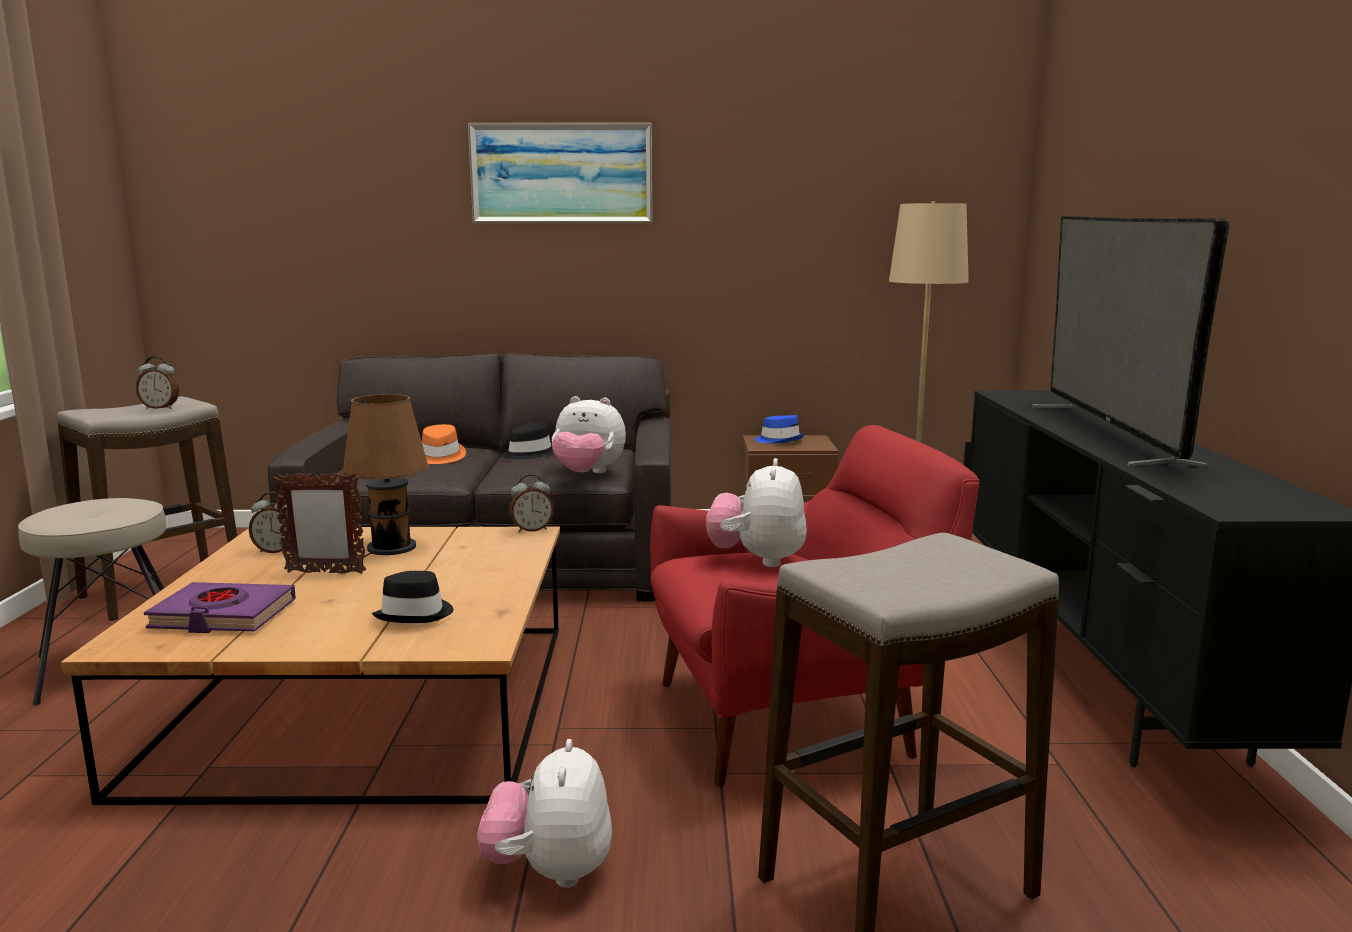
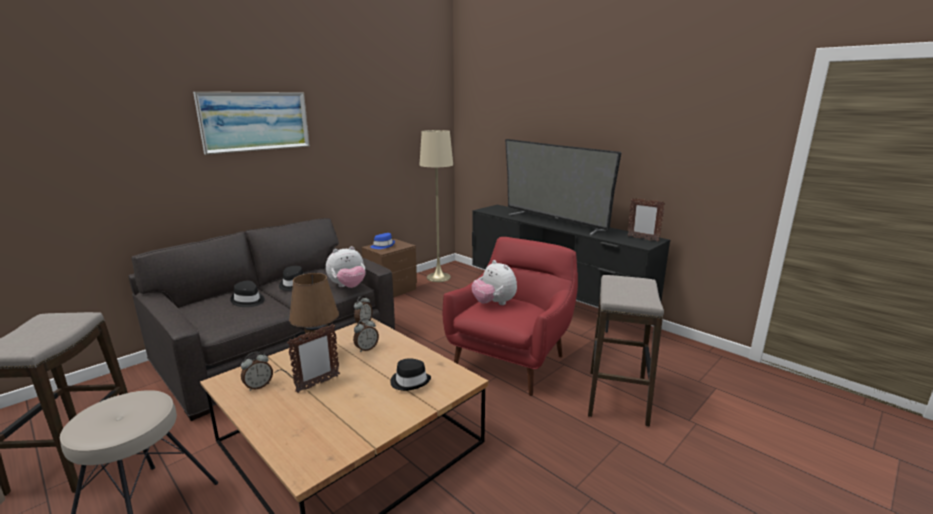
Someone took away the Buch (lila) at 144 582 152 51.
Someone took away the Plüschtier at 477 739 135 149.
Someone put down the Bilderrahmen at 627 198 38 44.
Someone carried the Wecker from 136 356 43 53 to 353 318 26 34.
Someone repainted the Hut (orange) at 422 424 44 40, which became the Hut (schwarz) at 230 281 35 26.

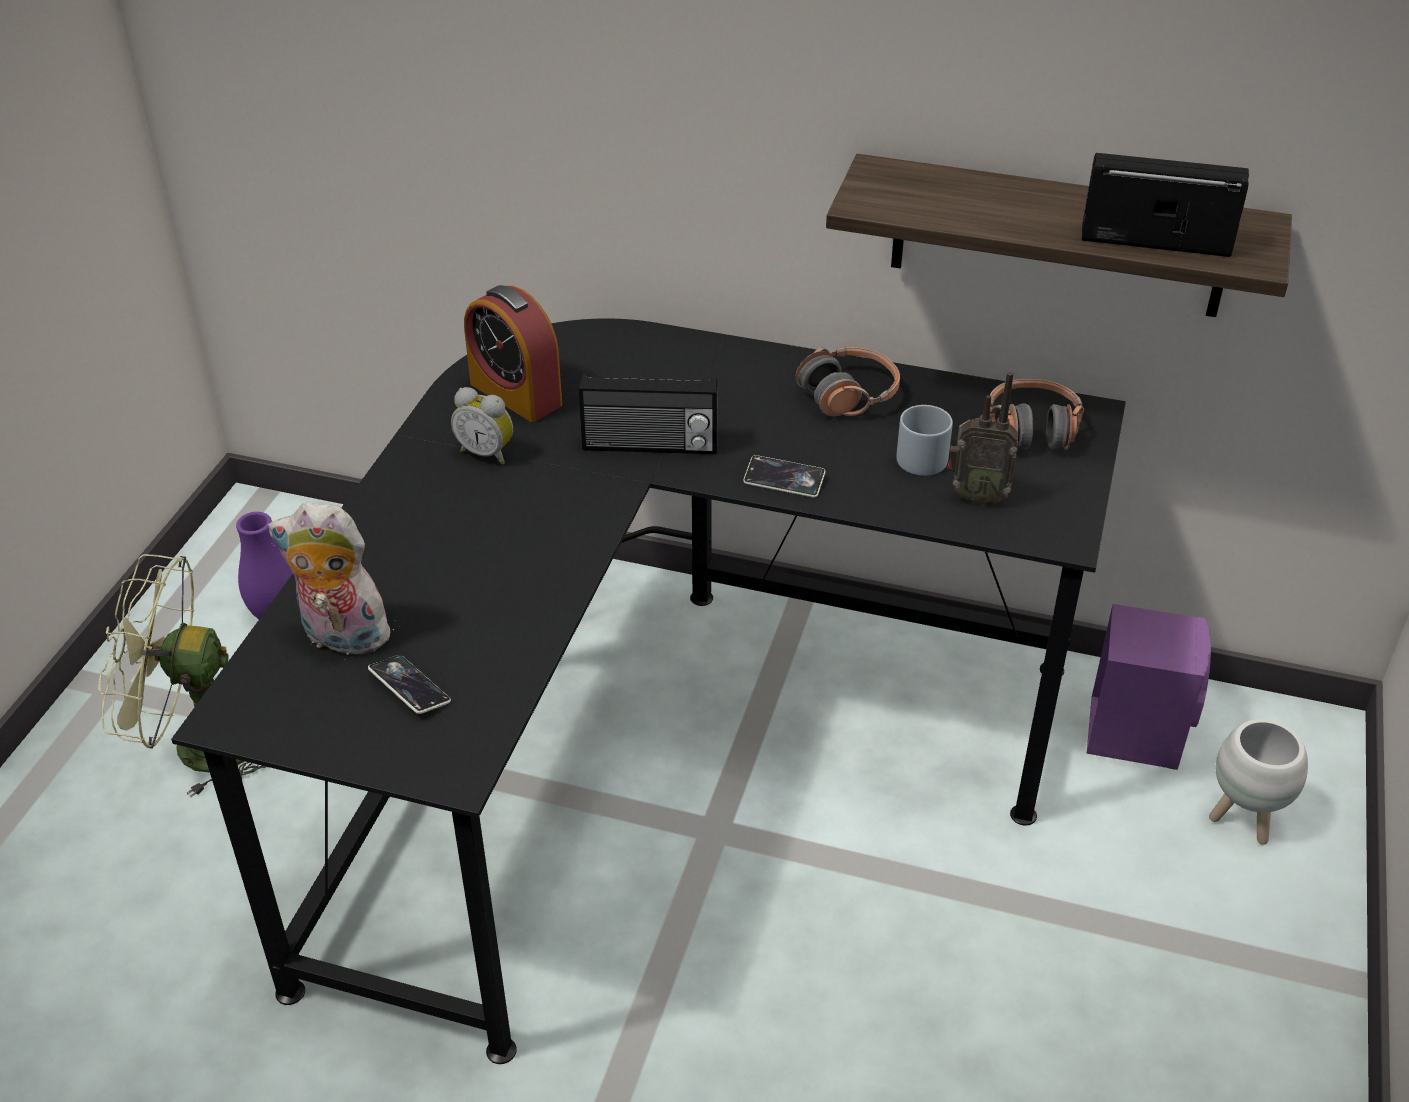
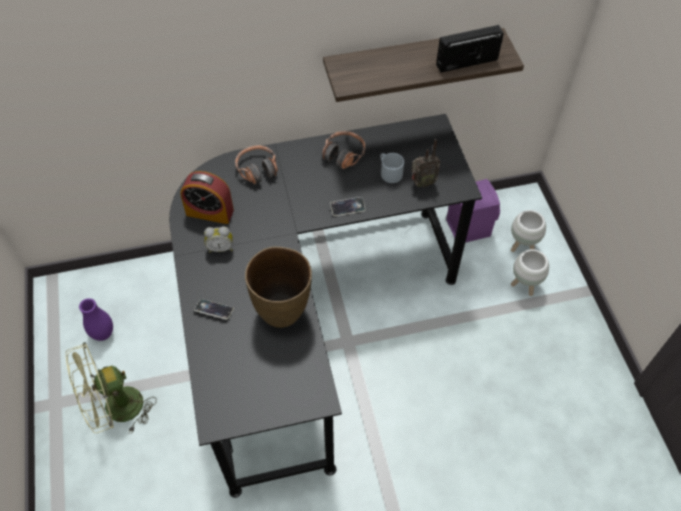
Someone took away the Plüschtier at 268 502 126 158.
Someone took away the Radio at 579 374 138 80.
Someone put down the Vase (braun) at 245 246 67 82.
Someone put down the Pflanzkübel (weiß) at 511 249 38 47.
Someone carried the Handy from 368 655 83 59 to 194 299 40 21.
Someone carried the Kopfhörer from 990 379 94 71 to 235 146 43 39.

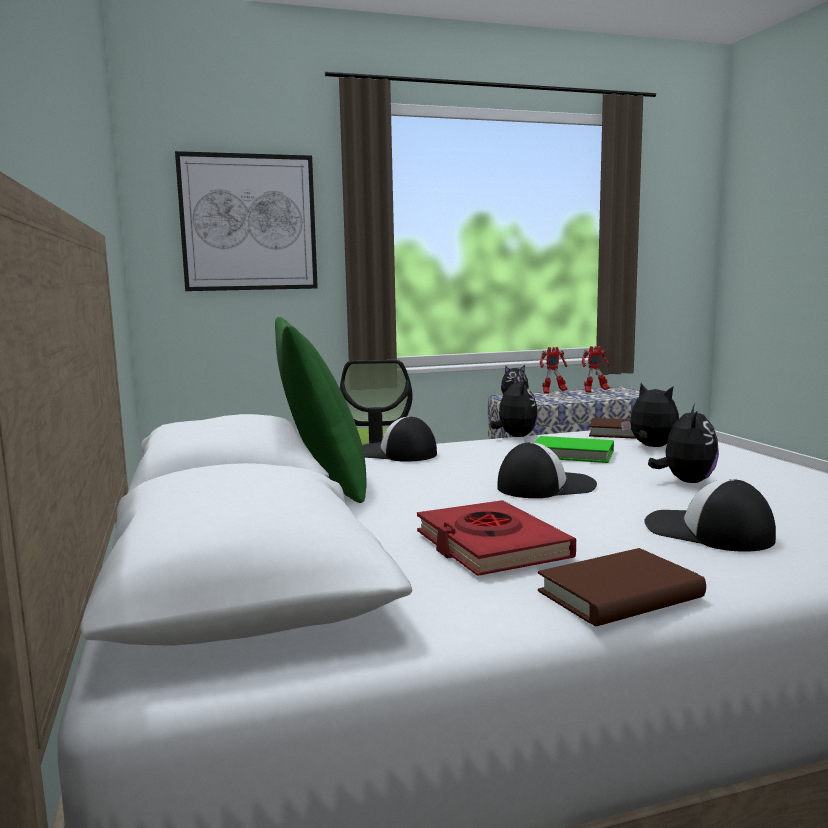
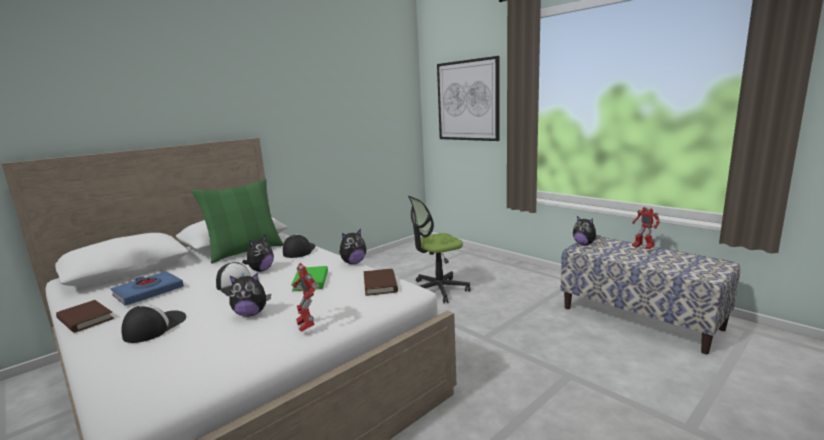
Someone carried the Spielzeugroboter from 581 346 29 47 to 292 263 25 69.
Someone carried the Plüschtier from 621 383 58 64 to 242 234 32 38.
Someone repainted the Buch (rot) at 417 500 159 76, which became the Buch (blau) at 110 271 74 35.

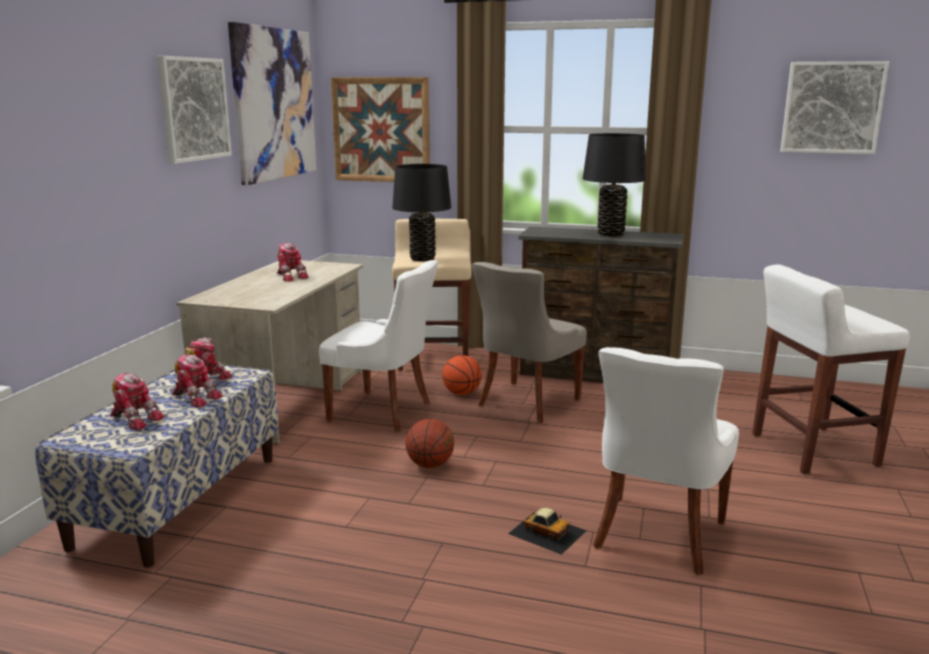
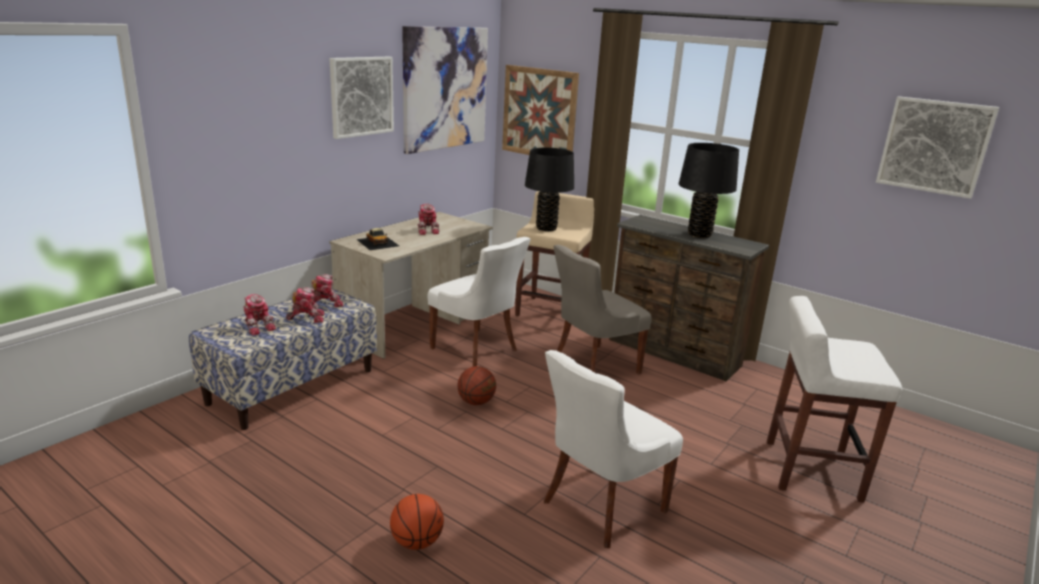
Someone carried the Basketball from 442 355 40 40 to 390 494 54 56.
Someone carried the Spielzeugauto from 508 508 79 47 to 356 228 43 22.
Someone rotated the Spielzeugroboter at 172 354 51 54 by 60 degrees counterclockwise.

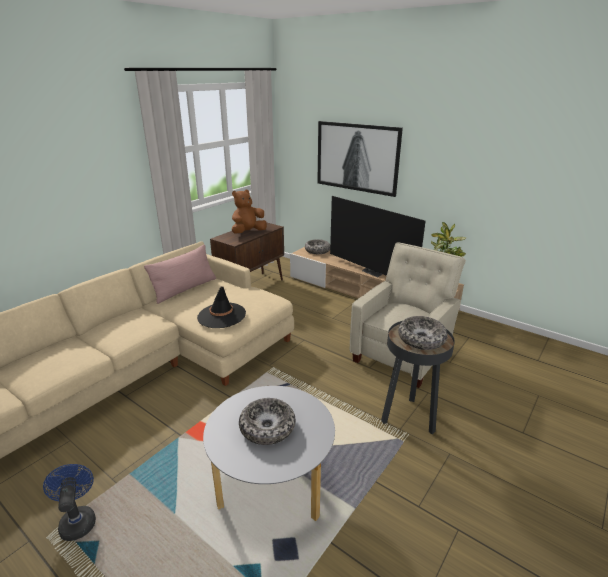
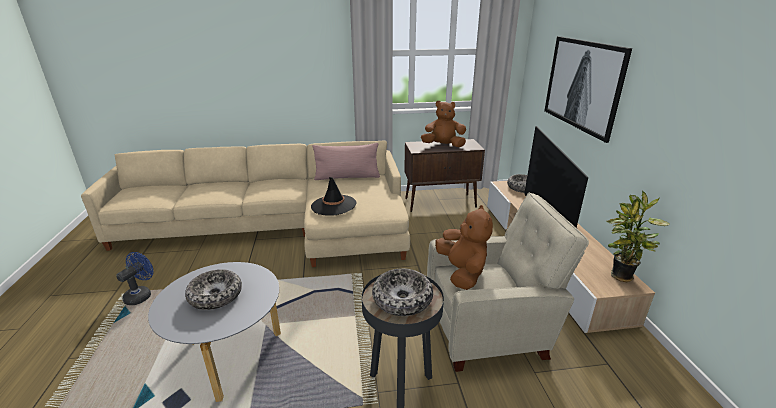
Someone put down the Plüschtier (braun) at 435 205 58 85.

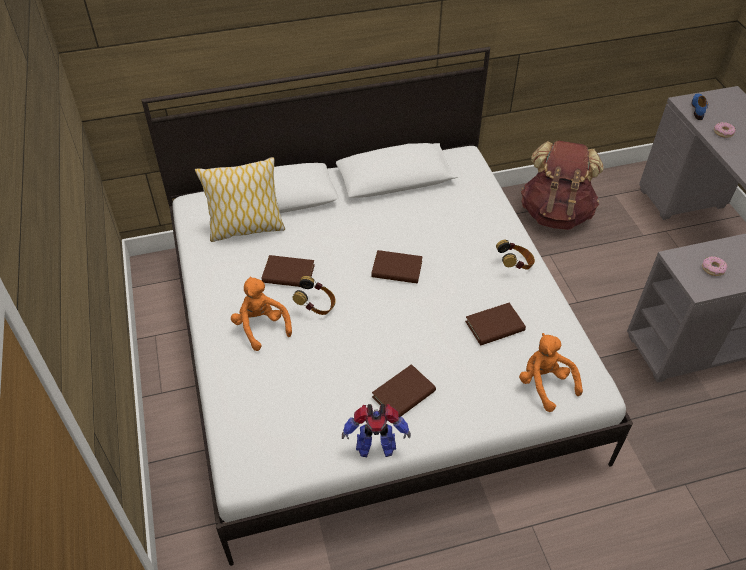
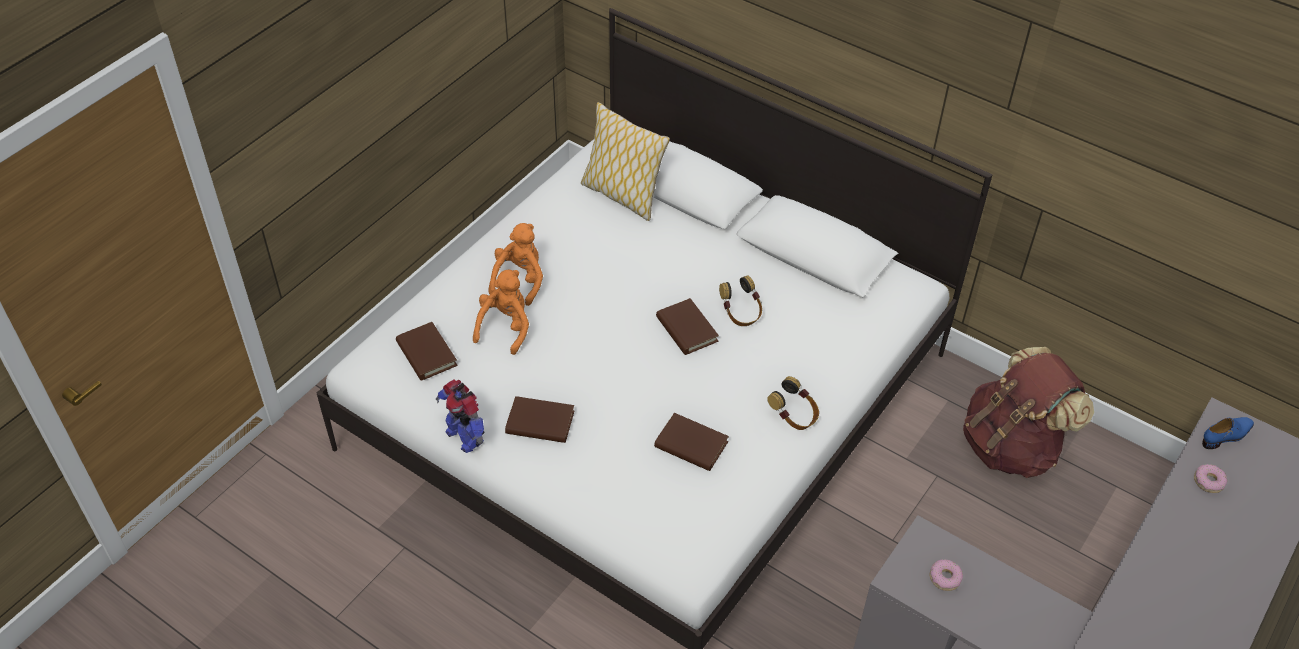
Someone carried the Buch (braun) from 262 255 53 32 to 396 322 62 59.
Someone carried the Kopfhörer from 293 276 43 39 to 719 275 43 51.
Someone carried the Plüschtier (orange) from 519 333 64 79 to 473 270 56 85.

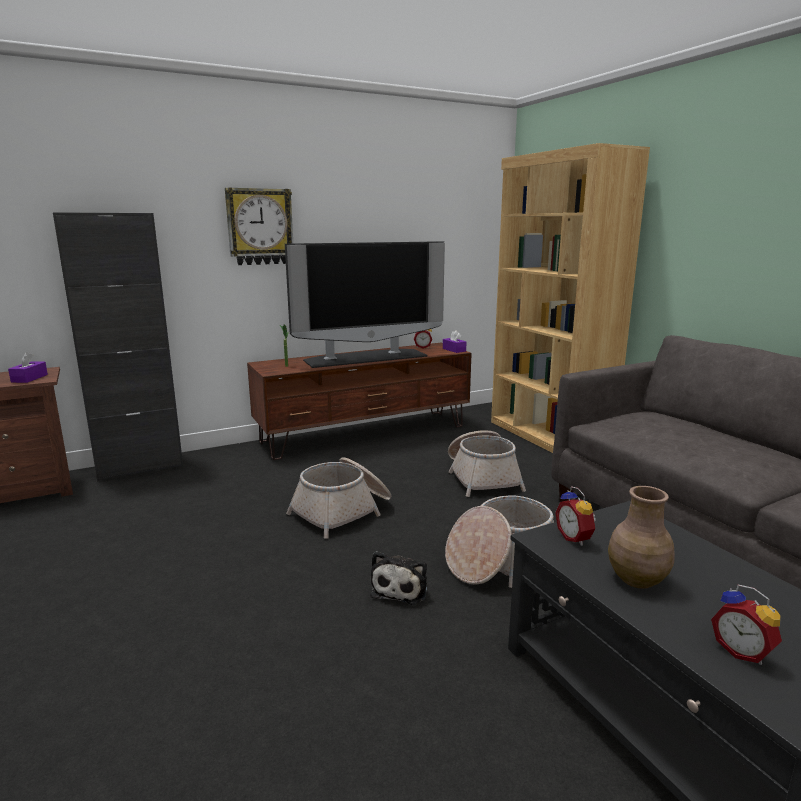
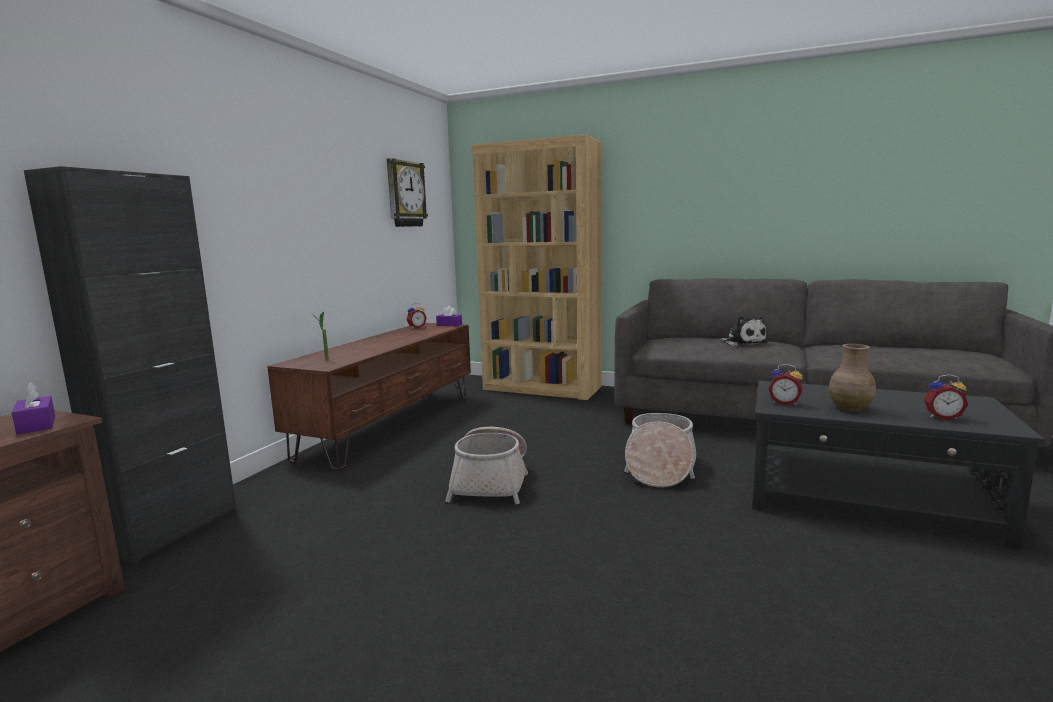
Someone took away the Fernseher at 285 241 160 127.
Someone took away the Korb at 448 430 78 67.
Someone carried the Wanduhr from 225 187 68 78 to 387 158 41 69.
Someone carried the Plüschtier from 370 551 57 54 to 720 316 47 31.

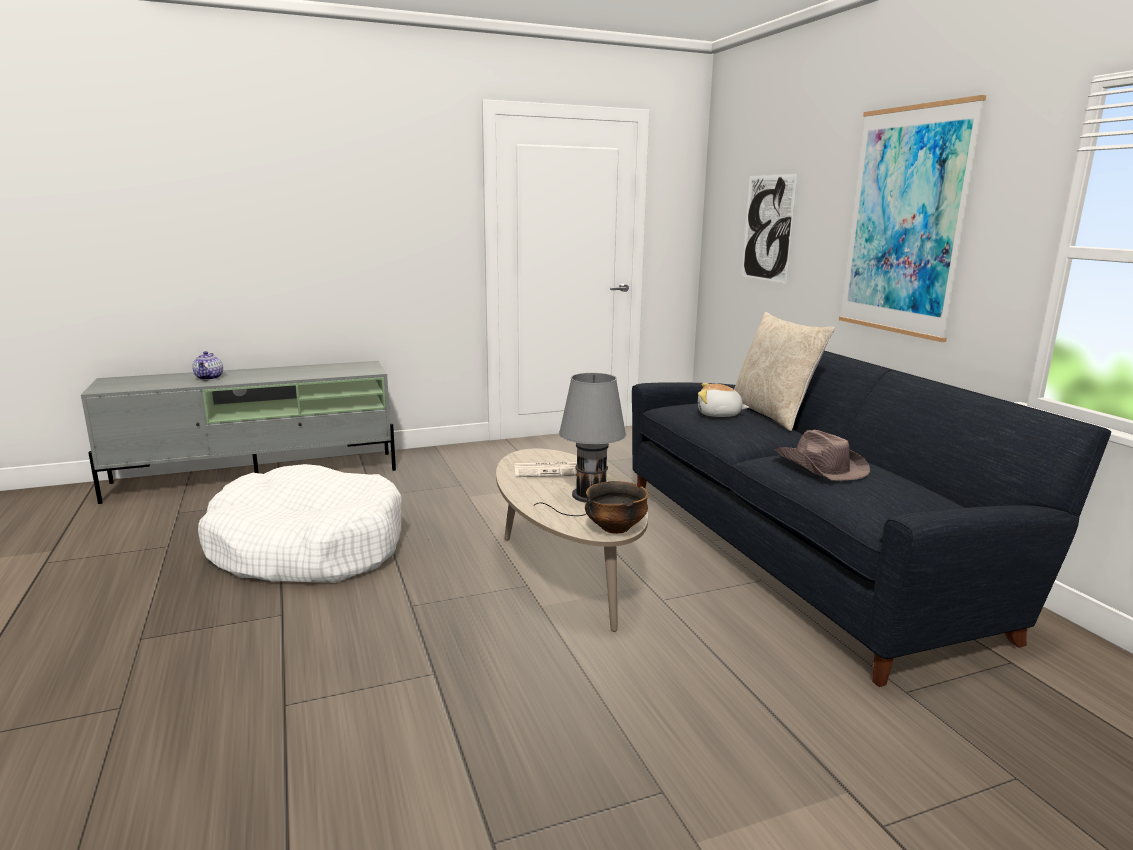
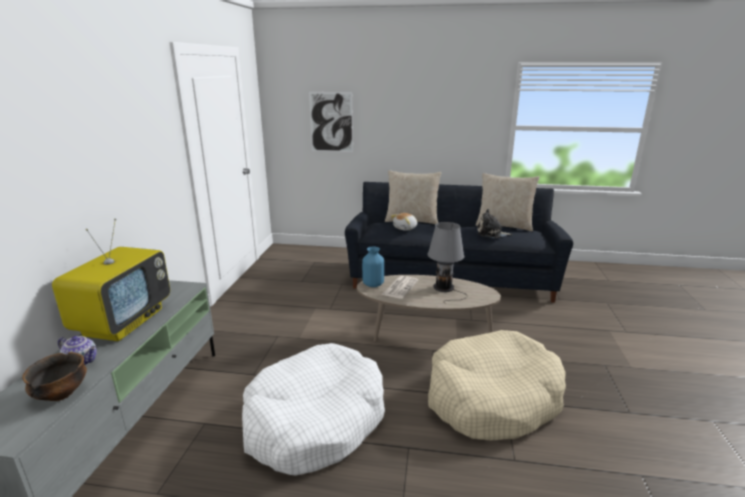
Someone took away the Bild at 839 95 147 247.
Someone put down the Fernseher at 52 218 118 123.
Someone put down the Vase (blau) at 362 247 22 40.
Someone put down the Hundebett (beige) at 428 330 138 110.
Someone put down the Kissen (beige) at 476 173 63 59.
Someone carried the Schüssel from 585 481 64 53 to 22 352 65 49.
Someone swapped the Hut (braun) at 775 430 95 50 for the Plüschtier at 477 209 35 29.

